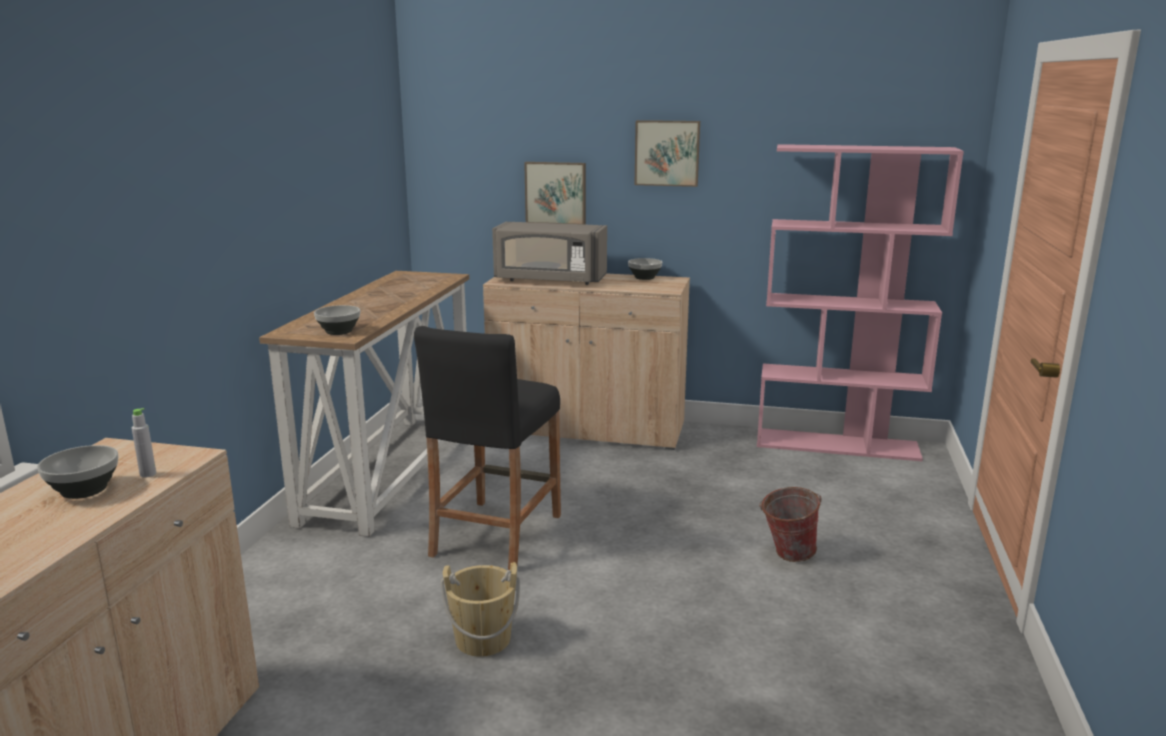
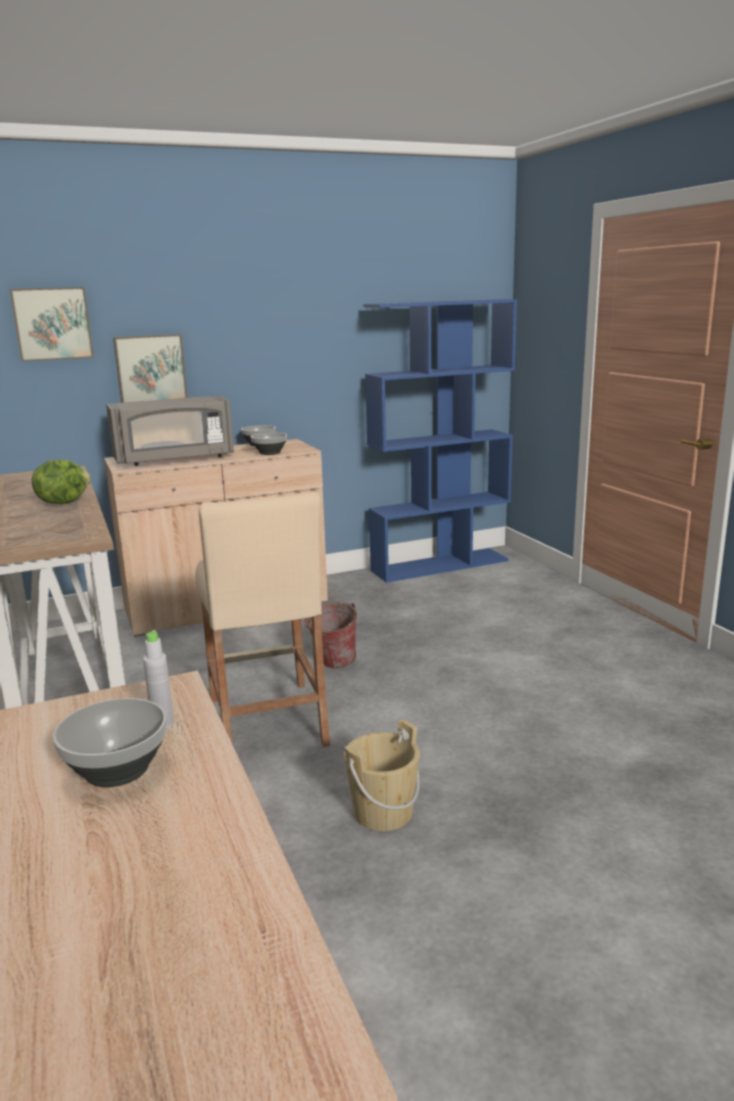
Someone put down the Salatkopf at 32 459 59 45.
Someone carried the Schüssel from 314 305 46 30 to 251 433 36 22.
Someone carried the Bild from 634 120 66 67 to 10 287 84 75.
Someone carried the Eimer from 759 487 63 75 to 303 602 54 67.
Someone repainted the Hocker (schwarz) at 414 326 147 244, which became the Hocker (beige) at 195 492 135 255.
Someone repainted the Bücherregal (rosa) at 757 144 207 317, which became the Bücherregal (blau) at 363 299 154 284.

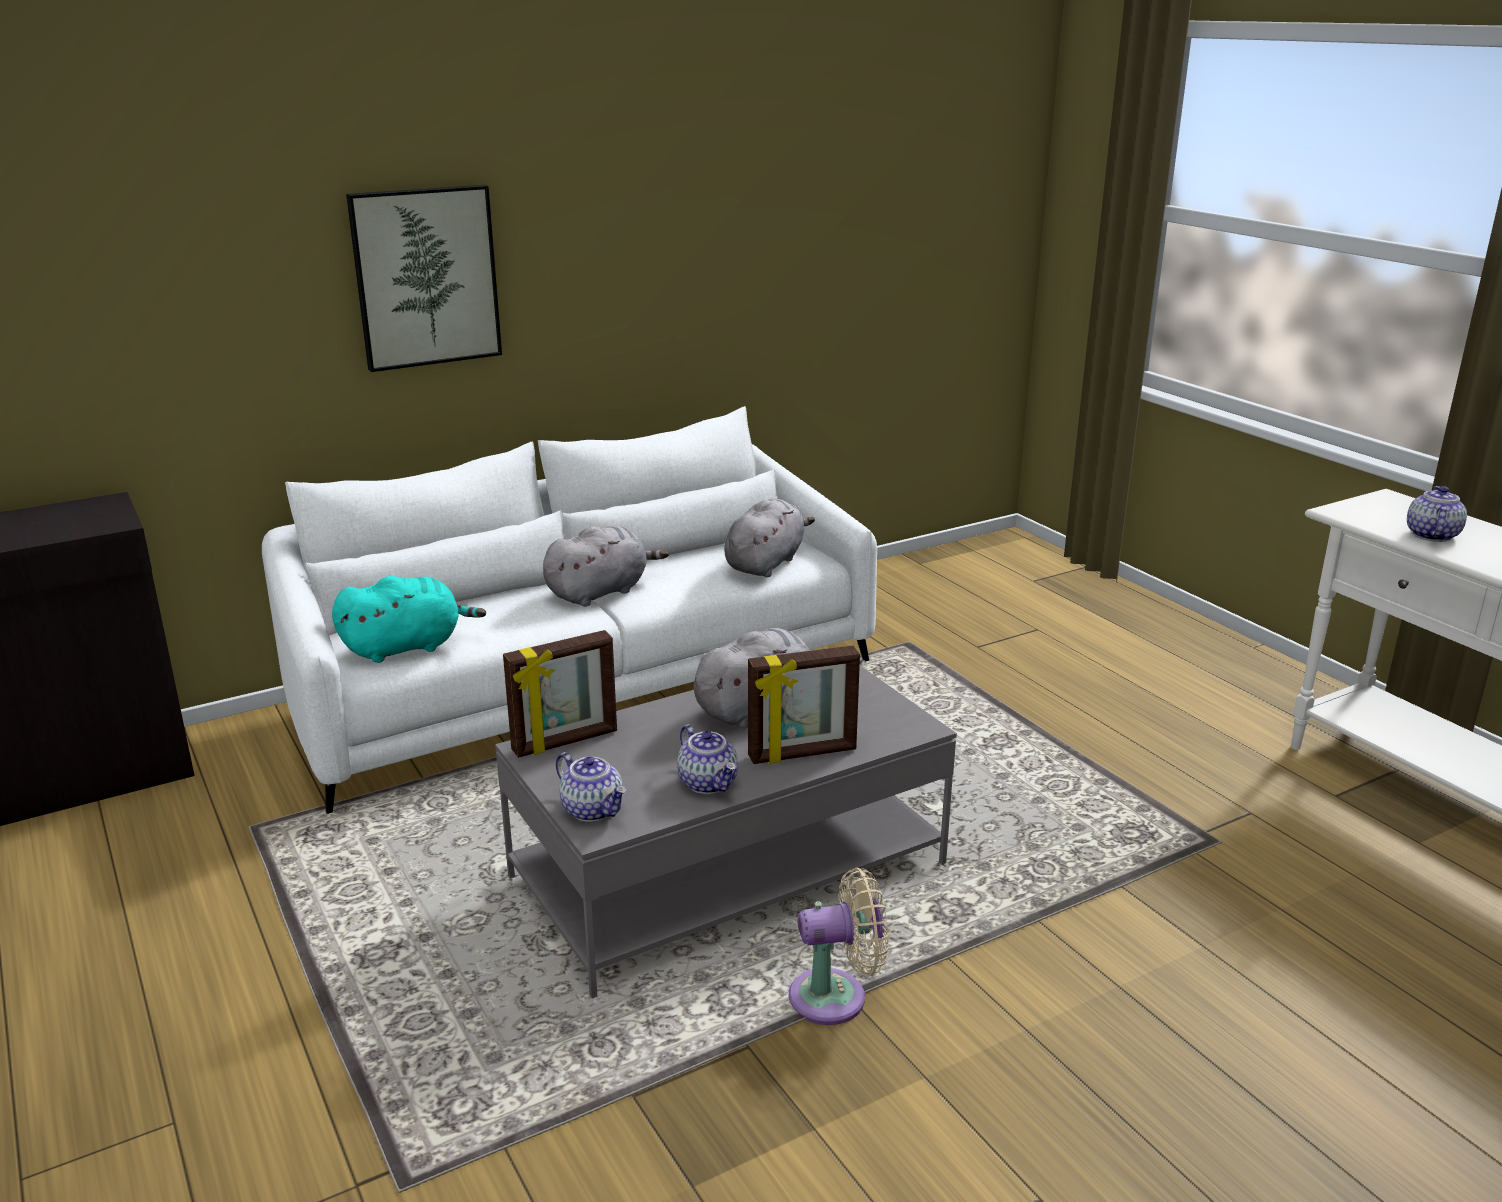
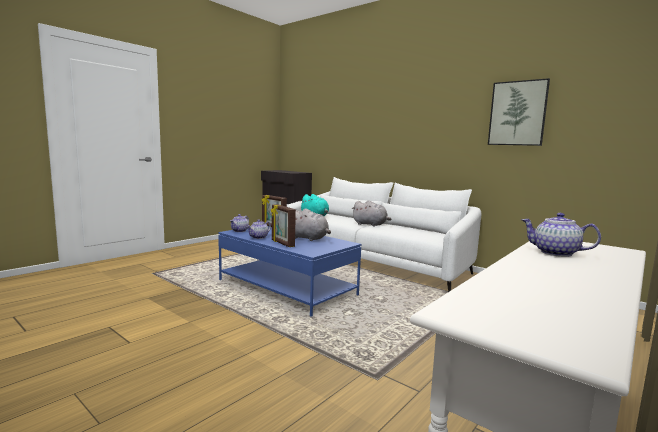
Someone took away the Plüschtier (grau) at 724 499 91 78.
Someone took away the Ventilator (beige) at 789 868 100 157.
Someone carried the Bild from 346 185 156 187 to 488 78 62 68.
Someone repainted the Couchtisch (grau) at 495 666 462 332, which became the Couchtisch (blau) at 218 226 143 91.
Someone rotated the Teekanne at 1407 486 60 56 by 150 degrees counterclockwise.

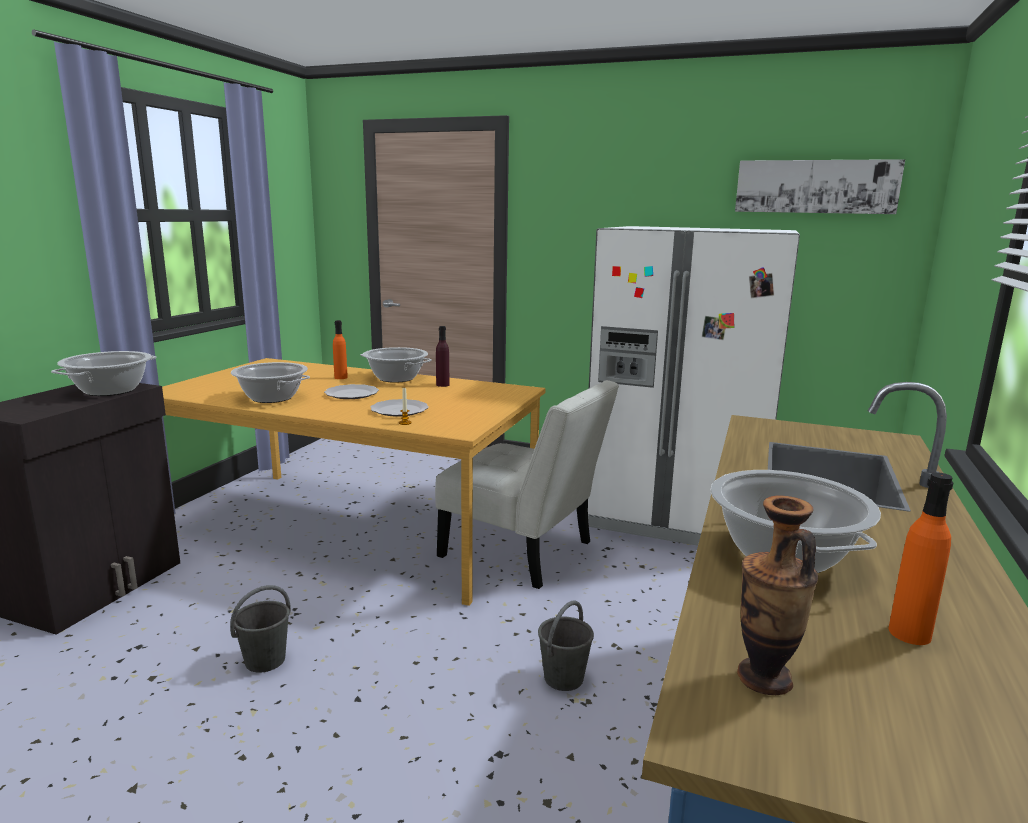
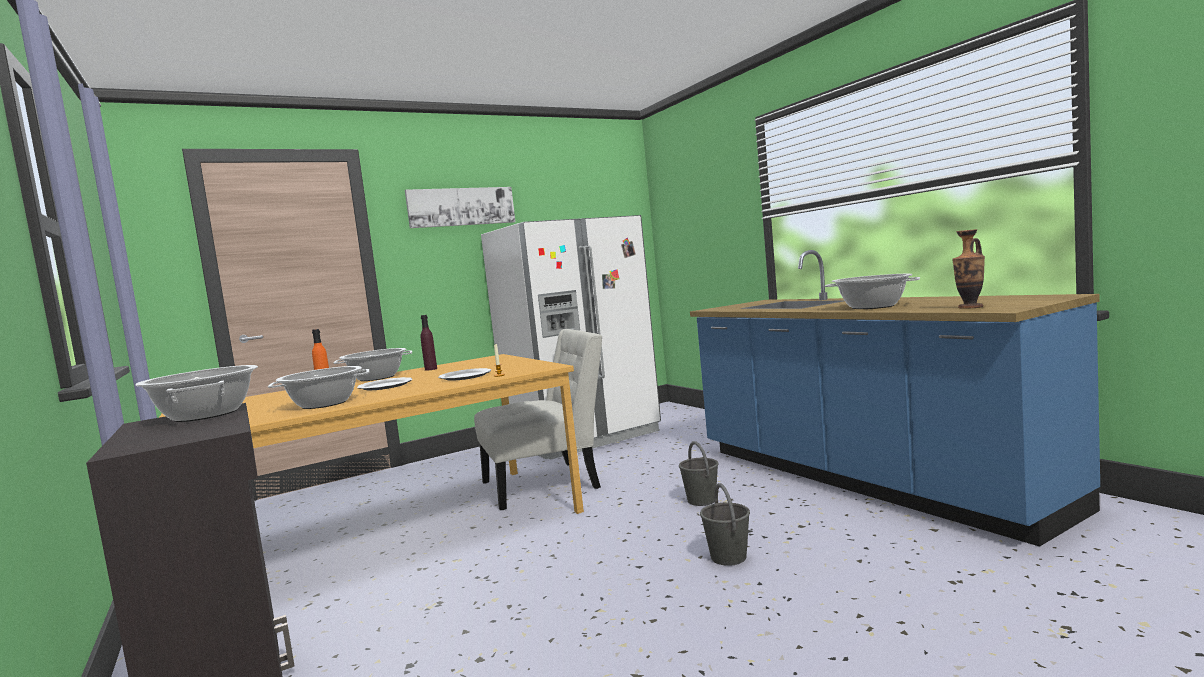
Someone took away the Flasche (orange) at 889 472 64 173.
Someone carried the Eimer (grau) from 230 585 61 88 to 700 483 50 83.
Someone carried the Bild from 735 159 170 55 to 405 187 110 41.

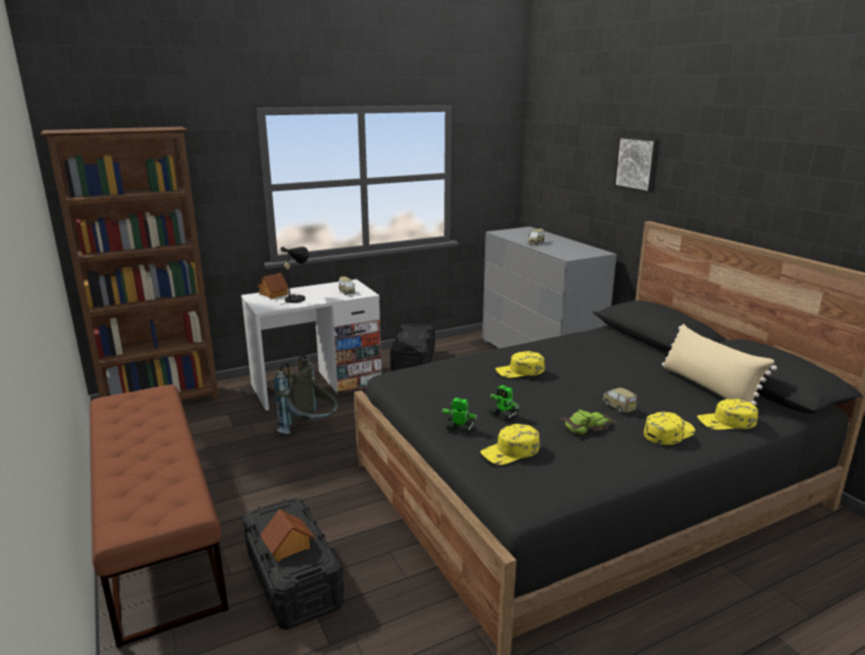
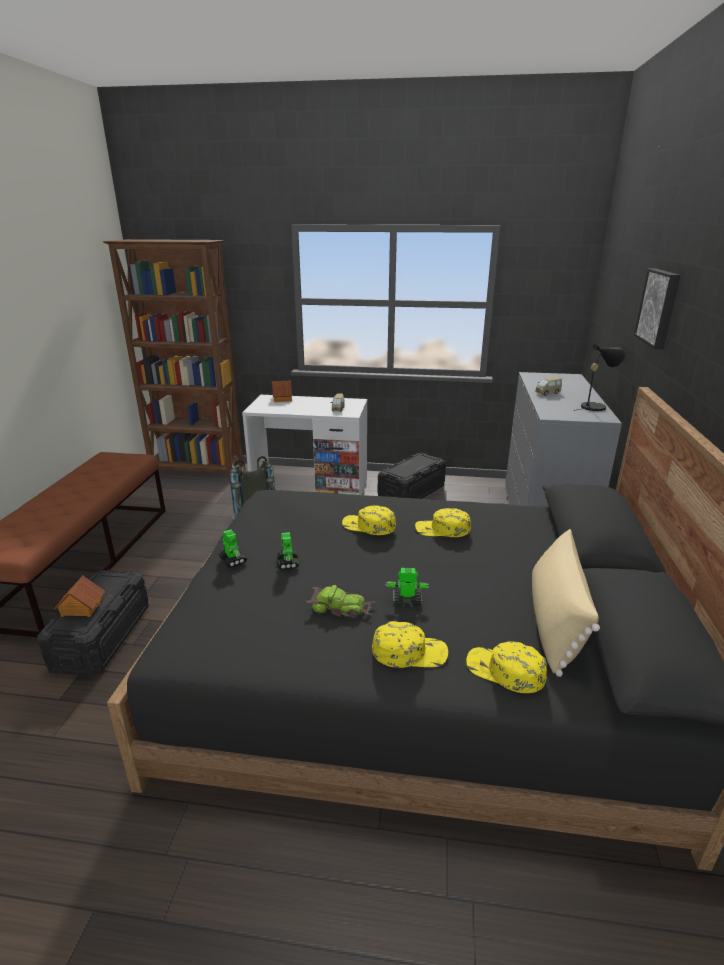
Someone carried the Tischlampe (schwarz) from 280 247 29 58 to 574 344 51 67.
Someone carried the Kappe (gelb) from 480 424 60 41 to 415 508 56 29.
Someone swapped the Spielzeugauto at 603 388 34 25 for the Spielzeugroboter at 385 568 45 37.

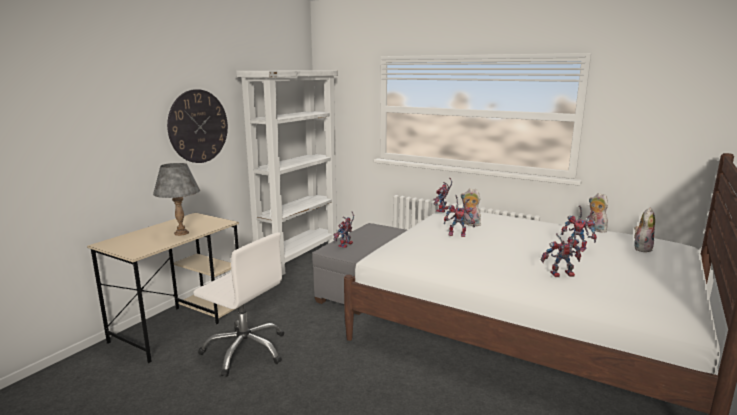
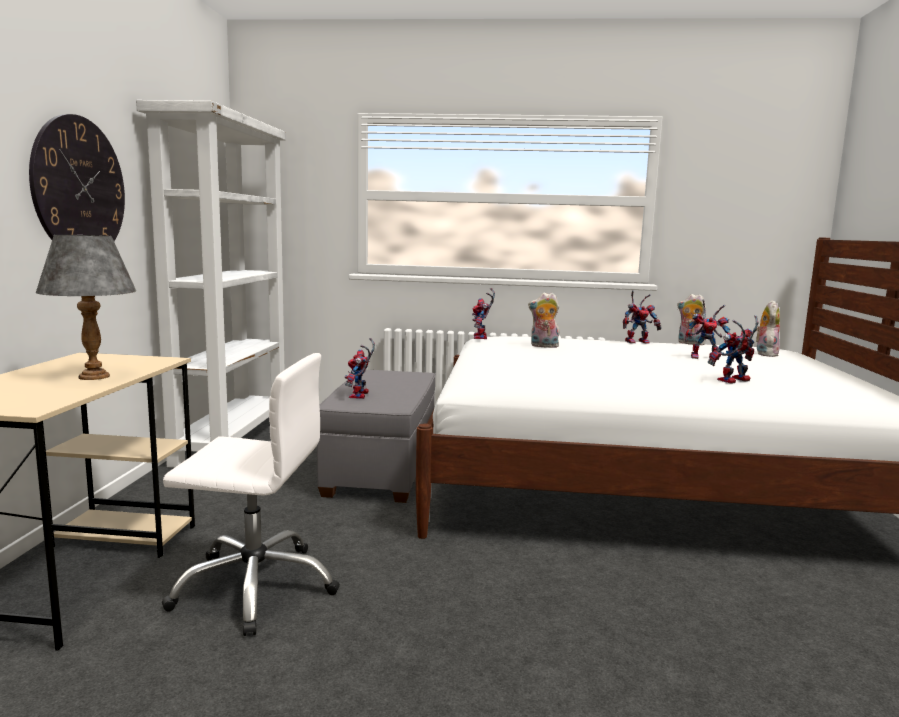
Someone carried the Spielzeugroboter from 444 195 31 42 to 623 291 38 52.

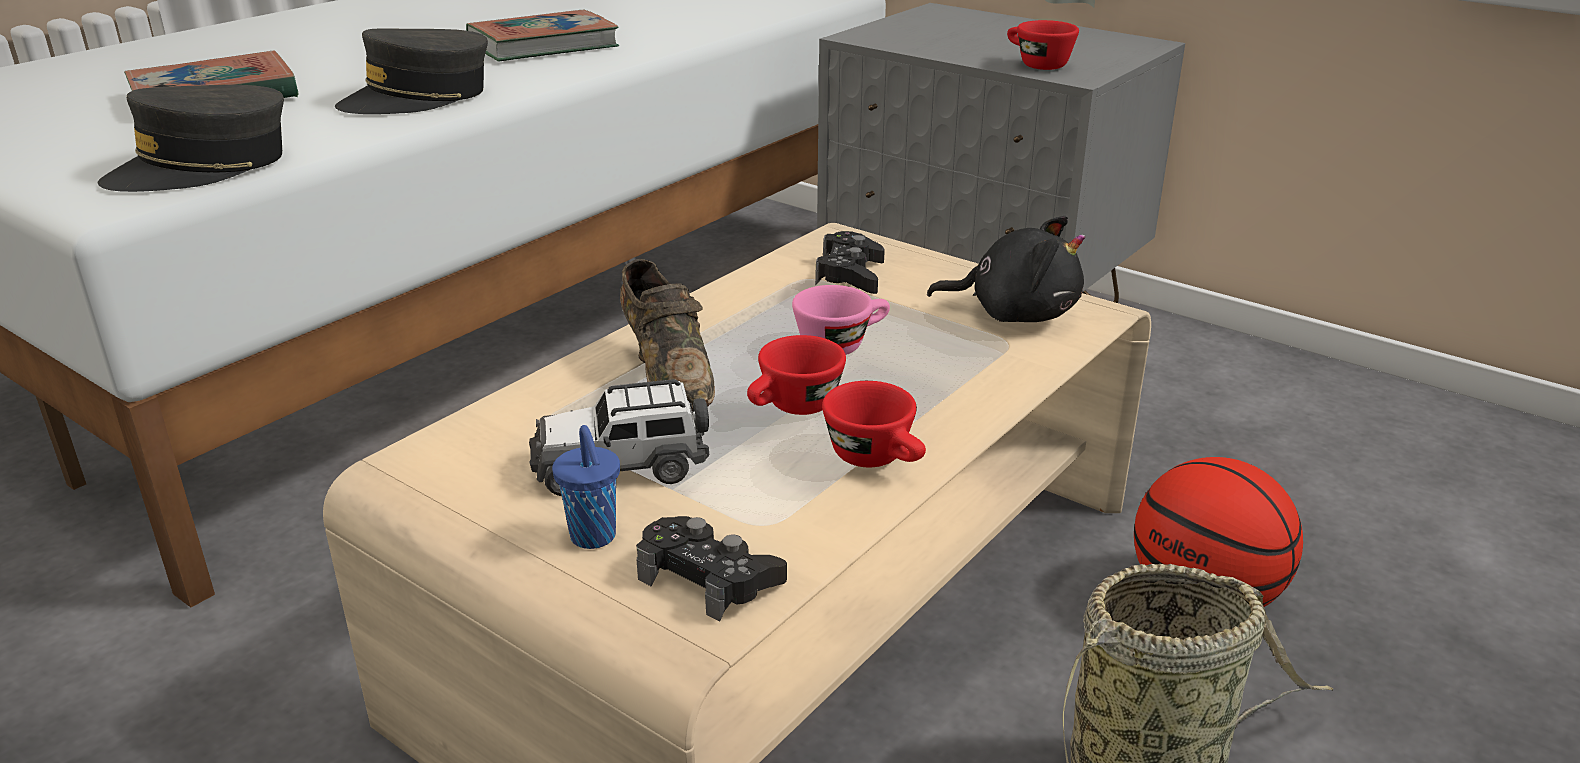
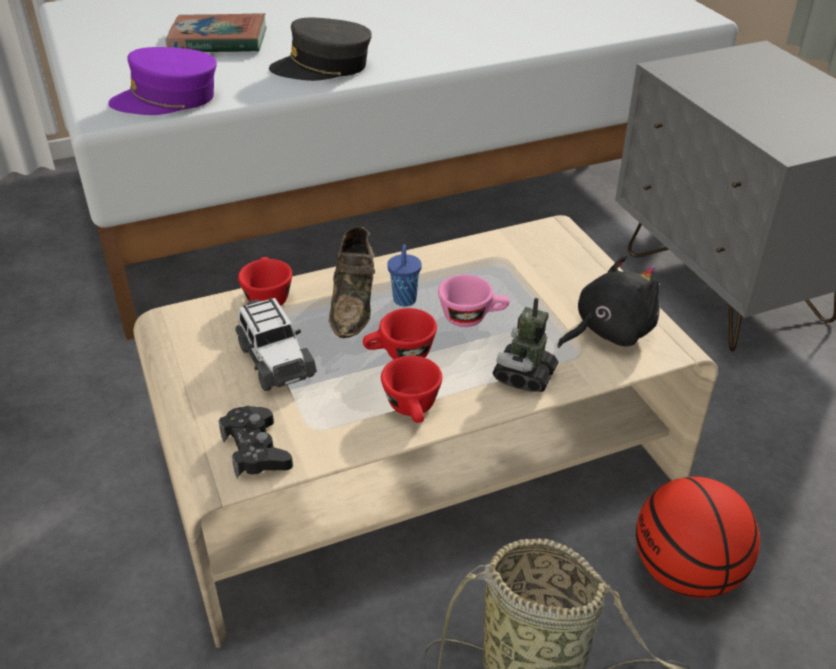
Someone took away the Buch at 466 10 153 52.
Someone took away the Gamepad (schwarz) at 815 231 70 63.
Someone put down the Spielzeugroboter at 492 298 66 94.
Someone carried the Tasse (blau) from 552 425 68 124 to 387 244 35 63.
Someone carried the Tasse (rot) from 1007 20 72 50 to 238 257 54 49.
Someone repainted the Kappe (grau) at 98 85 186 107, which became the Kappe (lila) at 108 47 109 68.
Someone rotated the Spielzeugauto at 529 379 180 117 by 135 degrees counterclockwise.
Someone rotated the Plüschtier (schwarz) at 927 216 158 106 by 75 degrees counterclockwise.

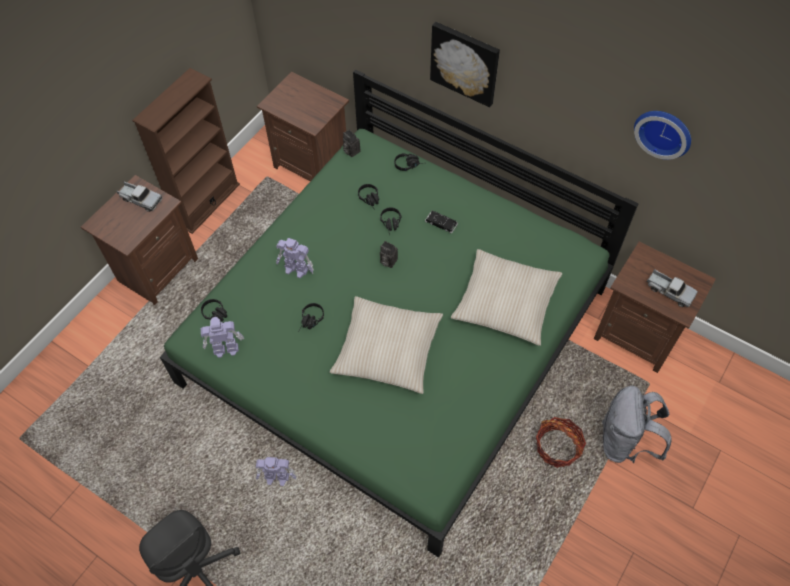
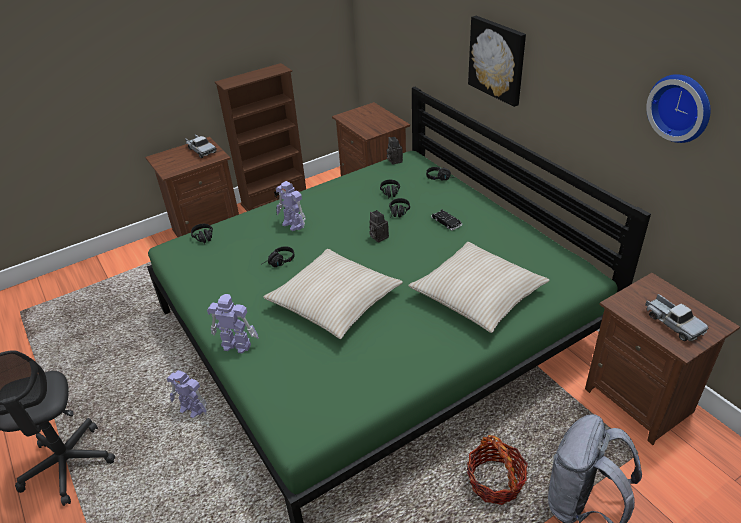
Someone carried the Spielzeugroboter from 201 317 43 41 to 207 294 52 59.

